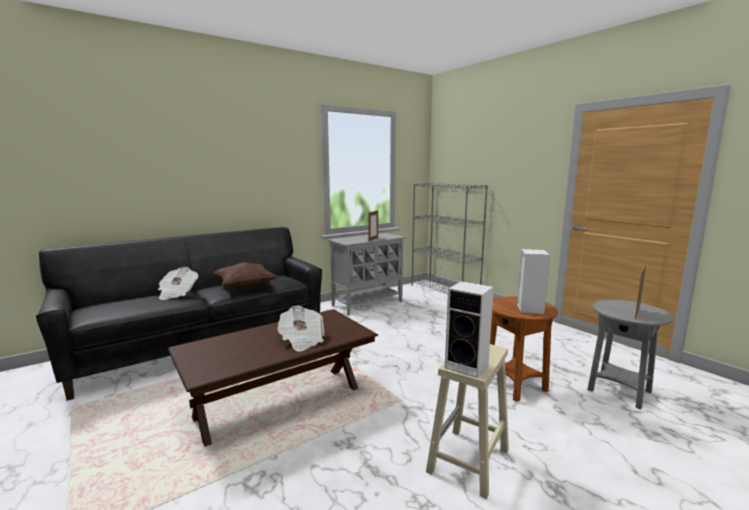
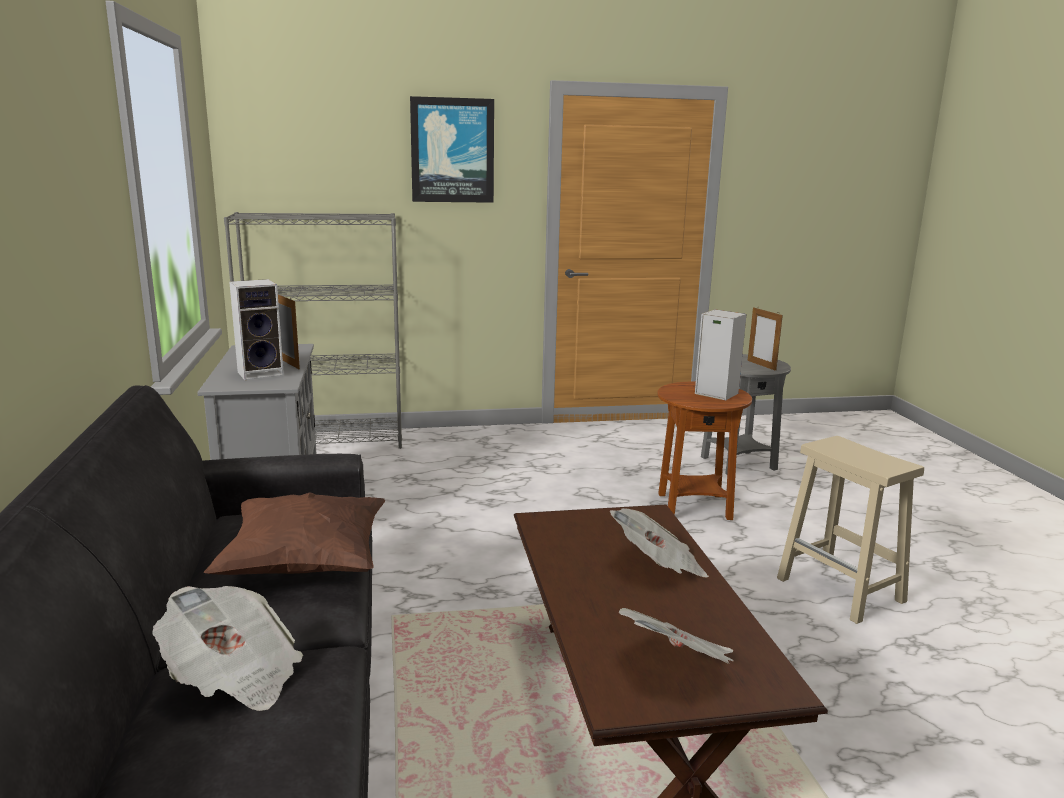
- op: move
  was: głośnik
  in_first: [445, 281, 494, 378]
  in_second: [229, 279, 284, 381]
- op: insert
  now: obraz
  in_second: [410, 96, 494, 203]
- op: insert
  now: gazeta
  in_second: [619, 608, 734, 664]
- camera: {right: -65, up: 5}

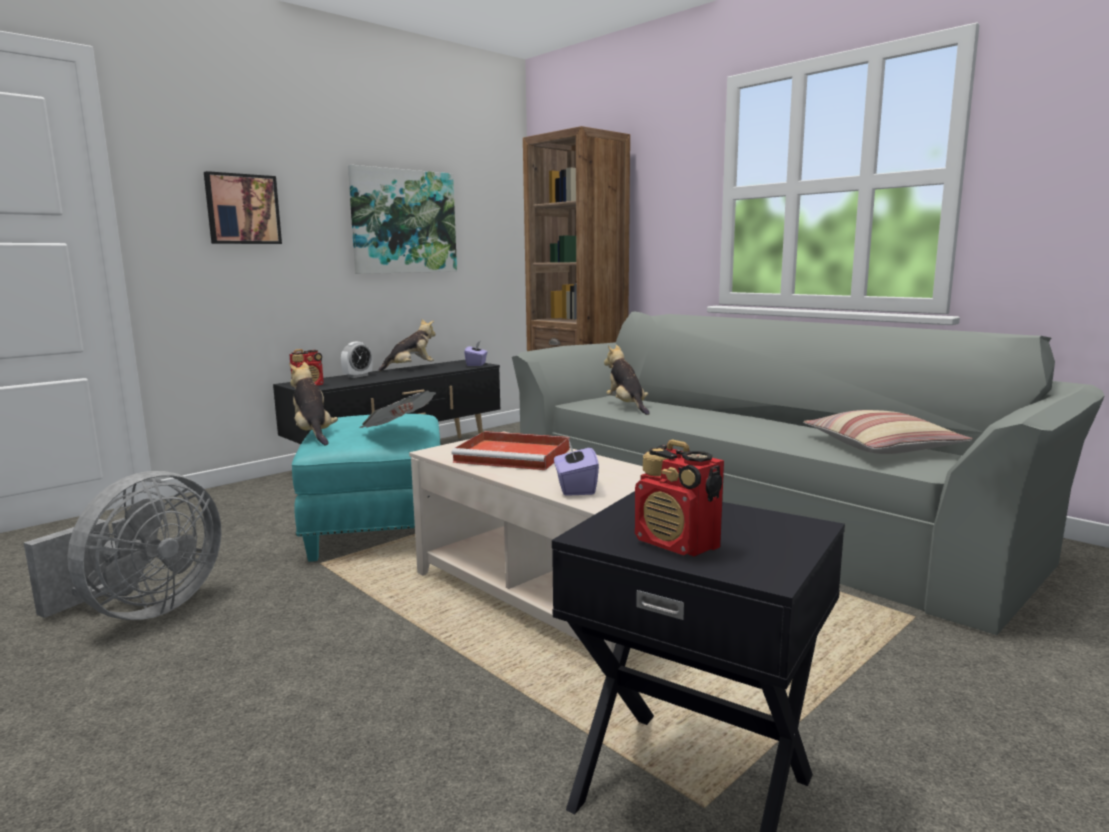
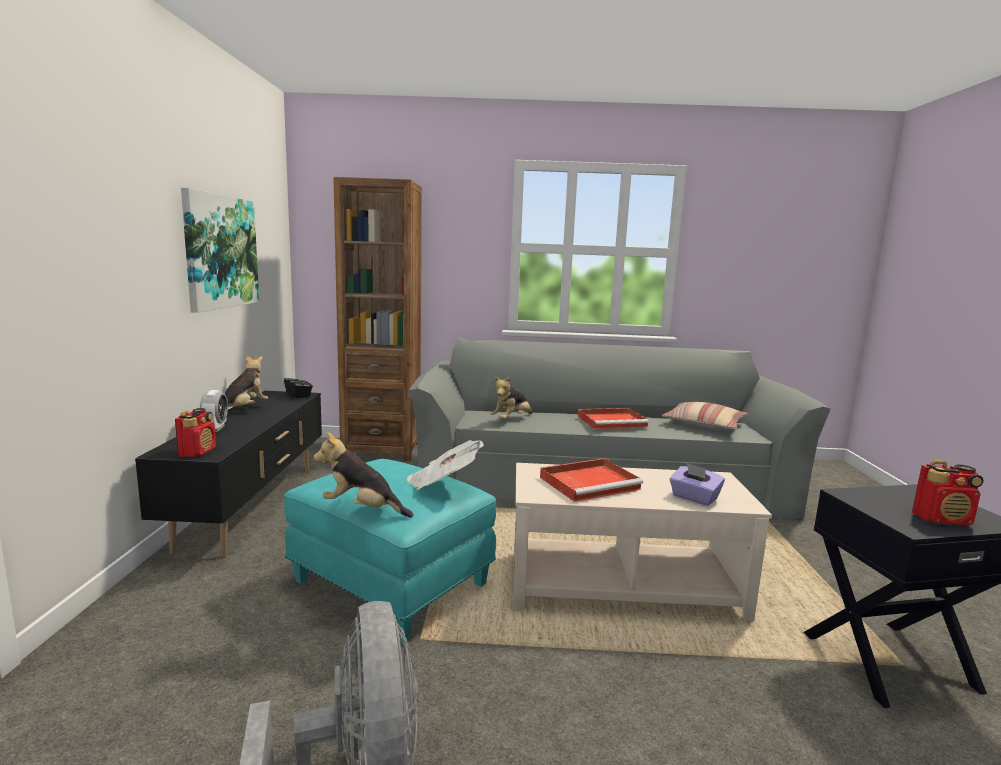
- op: delete
  was: obraz
  in_first: [204, 171, 282, 244]
- op: recolor
  was: pudełko chusteczek [fioletowy]
  now: pudełko chusteczek [czarny]
  in_first: [464, 342, 488, 366]
  in_second: [284, 372, 313, 398]
- op: rotate
  was: pluszak
  in_first: [604, 345, 650, 415]
  in_second: [490, 376, 532, 419]
  clockwise: -75
- op: insert
  now: taca [czerwony]
  in_second: [578, 408, 649, 429]
- camera: {right: -45, up: 0}

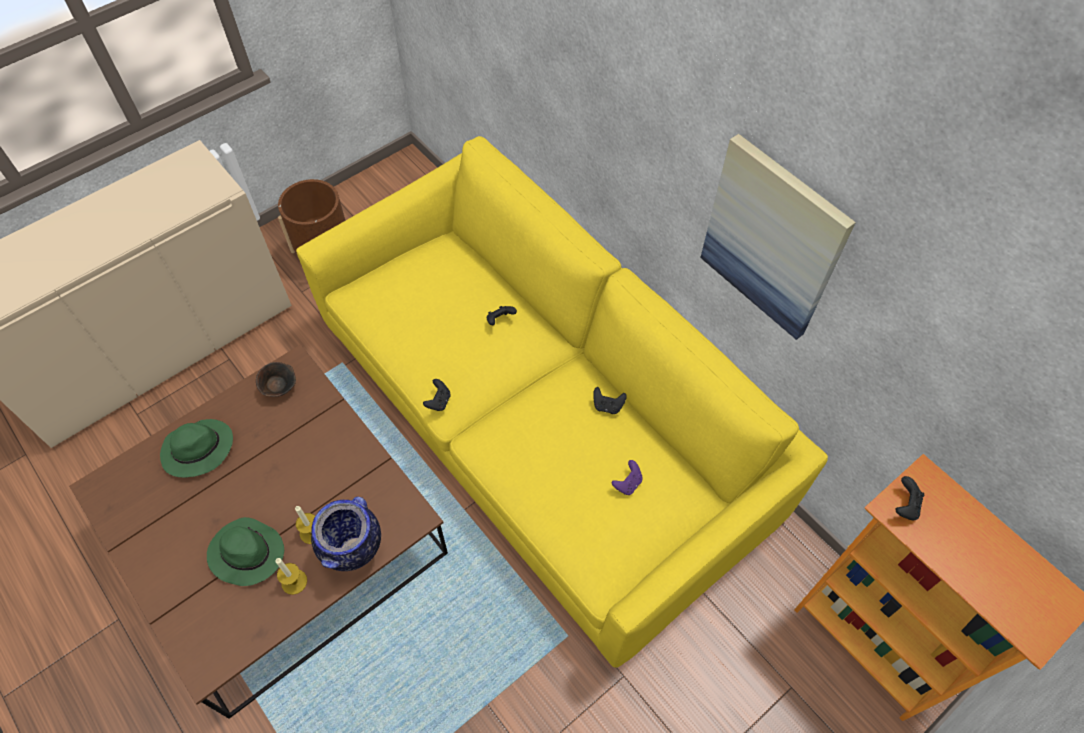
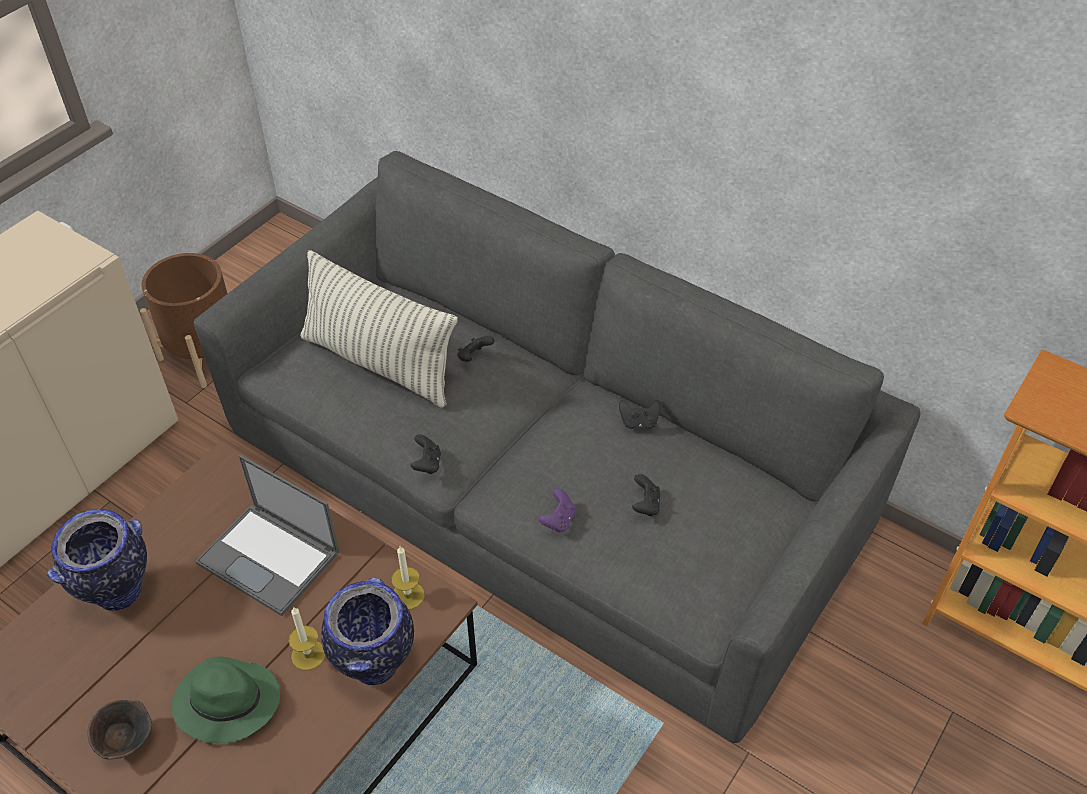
- op: replace
  was: kapelusz [zielony]
  now: wazon
  in_first: [160, 419, 233, 477]
  in_second: [47, 509, 147, 611]
- op: move
  was: miska [brązowy]
  in_first: [256, 362, 296, 397]
  in_second: [87, 700, 152, 760]
- op: move
  was: świeca
  in_first: [276, 558, 307, 595]
  in_second: [391, 546, 424, 610]
- op: recolor
  was: kanapa [żółty]
  now: kanapa [szary]
  in_first: [296, 136, 828, 668]
  in_second: [194, 151, 920, 743]
- op: move
  was: pad do gier [fioletowy]
  in_first: [612, 460, 643, 495]
  in_second: [539, 488, 575, 532]
- op: delete
  was: obraz
  in_first: [700, 134, 856, 340]
- op: move
  was: pad do gier [czarny]
  in_first: [896, 476, 924, 520]
  in_second: [632, 474, 660, 516]
- op: insert
  now: laptop
  in_second: [195, 455, 339, 616]
- op: insert
  now: poduszka
  in_second: [300, 250, 458, 408]
- camera: {right: -15, up: -10}

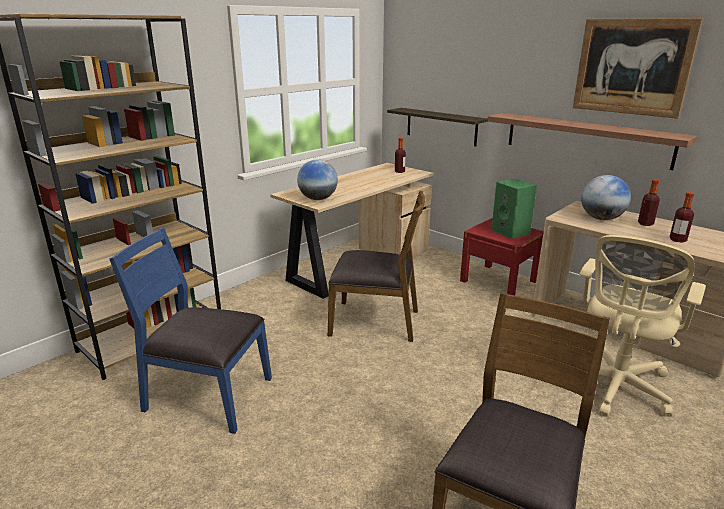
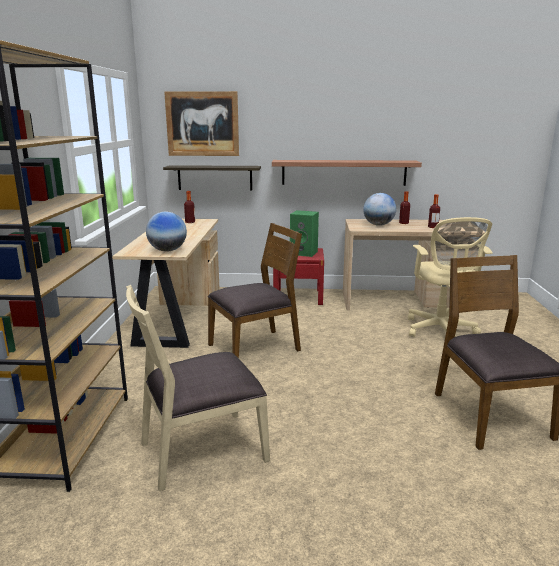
- op: recolor
  was: krzesło [niebieski]
  now: krzesło [beżowy]
  in_first: [109, 228, 272, 434]
  in_second: [126, 285, 270, 491]
- op: move
  was: obraz
  in_first: [573, 18, 703, 119]
  in_second: [164, 91, 239, 156]
- camera: {right: -40, up: -5}

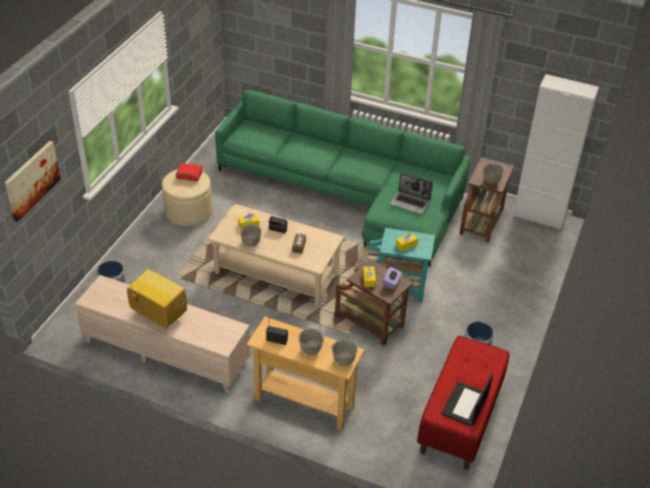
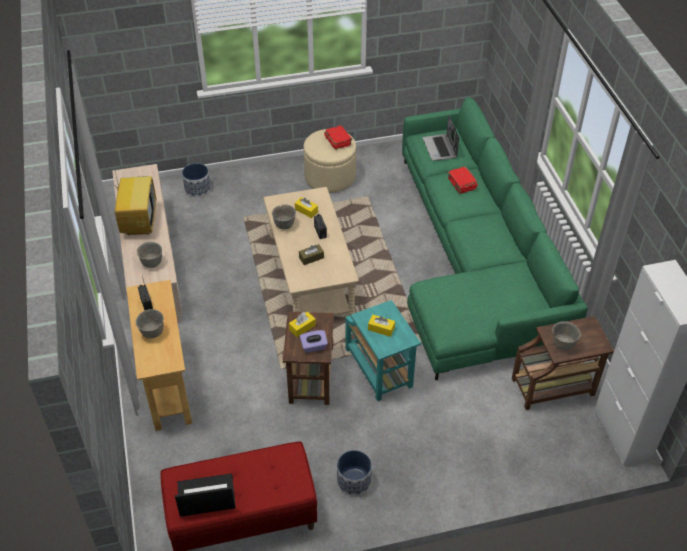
- op: delete
  was: obraz
  in_first: [5, 141, 61, 222]
- op: move
  was: miska [szary]
  in_first: [331, 340, 358, 366]
  in_second: [137, 242, 162, 268]
- op: move
  was: laptop
  in_first: [390, 173, 433, 214]
  in_second: [423, 115, 459, 161]
- op: insert
  now: książka [czerwony]
  in_second: [448, 167, 478, 194]
- camera: {right: 55, up: 5}

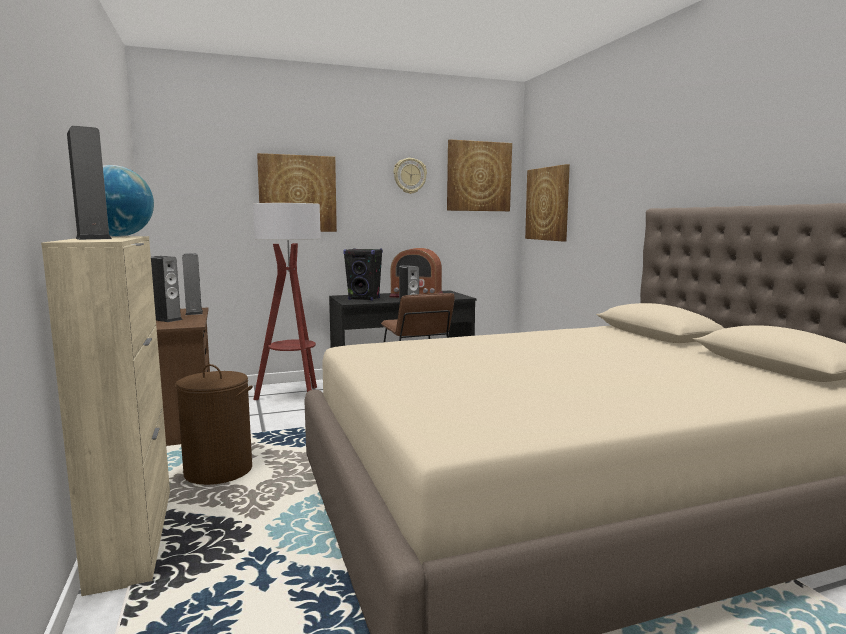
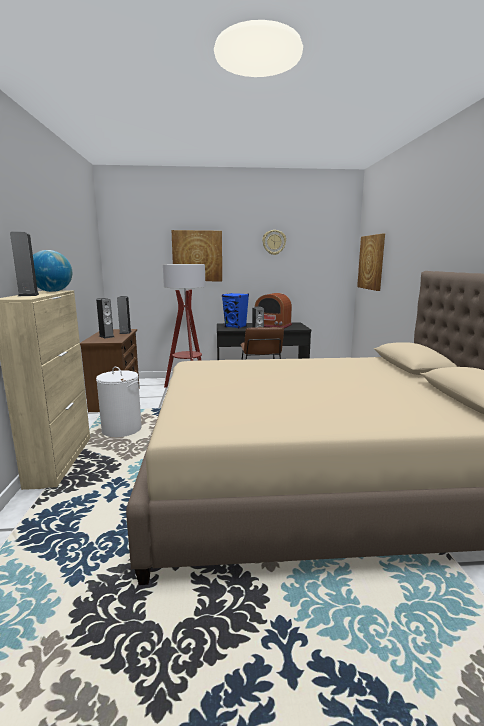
- op: recolor
  was: kosz na pranie [brązowy]
  now: kosz na pranie [biały]
  in_first: [175, 364, 253, 485]
  in_second: [96, 367, 142, 437]
- op: recolor
  was: głośnik [czarny]
  now: głośnik [niebieski]
  in_first: [343, 248, 383, 301]
  in_second: [222, 293, 249, 328]
- op: delete
  was: obraz
  in_first: [447, 139, 512, 211]
- camera: {right: 15, up: 5}

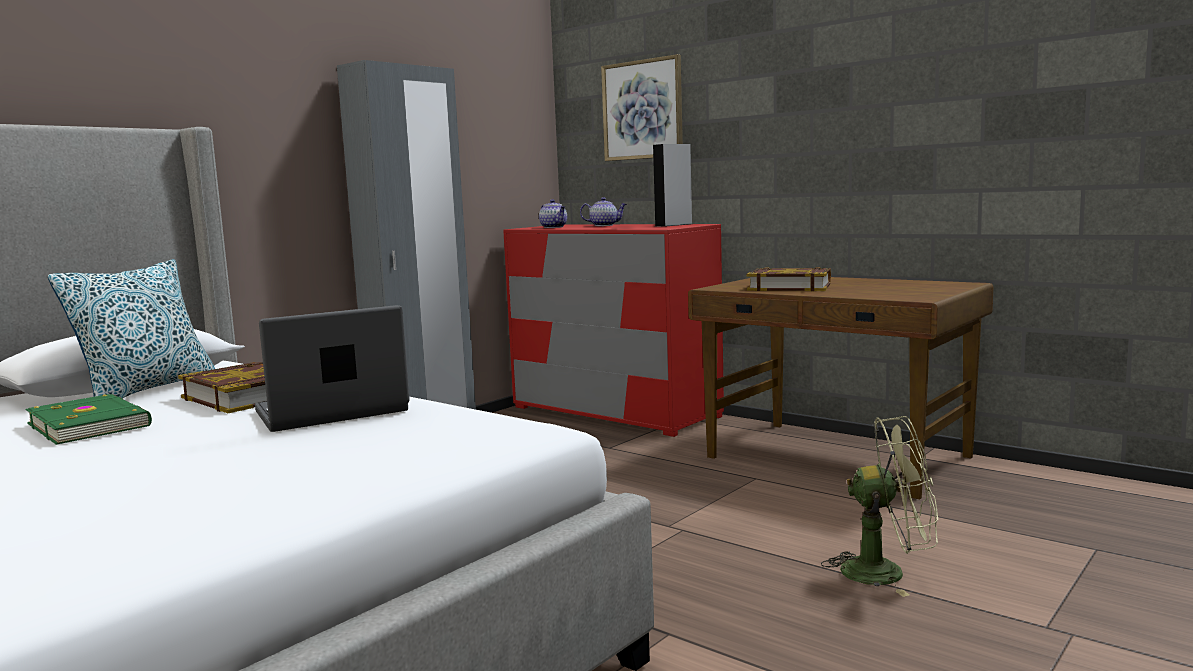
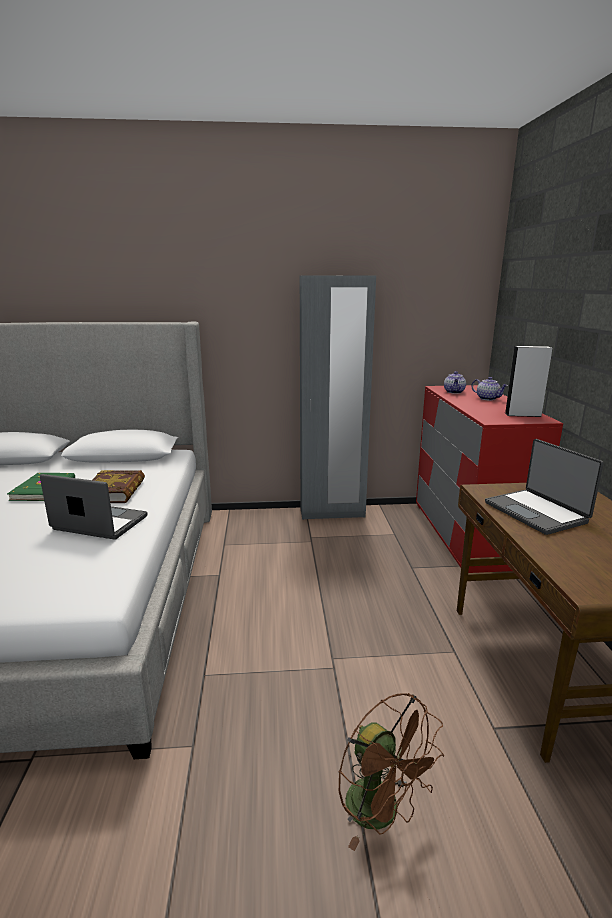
- op: delete
  was: poduszka
  in_first: [48, 259, 215, 398]
- op: delete
  was: obraz
  in_first: [601, 54, 683, 161]
- op: replace
  was: książka
  now: laptop
  in_first: [747, 267, 831, 291]
  in_second: [485, 439, 604, 535]
- op: recolor
  was: wentylator [zielony]
  now: wentylator [brązowy]
  in_first: [821, 416, 938, 597]
  in_second: [339, 693, 444, 851]
- camera: {right: 45, up: 10}

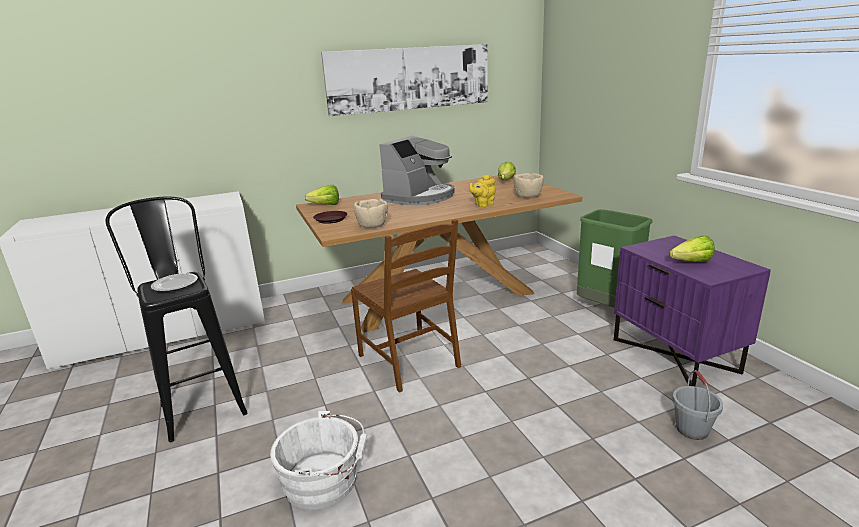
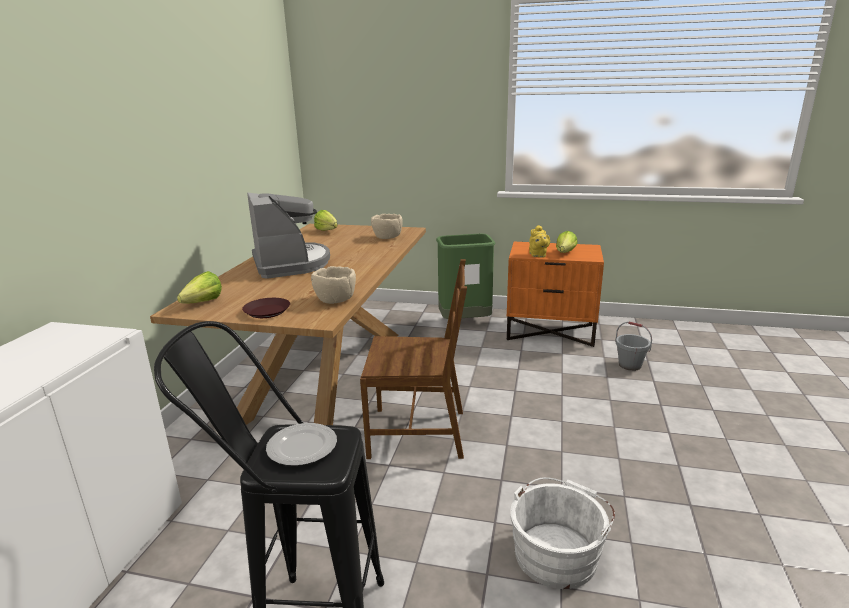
- op: delete
  was: obraz
  in_first: [321, 44, 488, 116]
- op: move
  was: imbryk [żółty]
  in_first: [469, 174, 495, 207]
  in_second: [529, 225, 550, 258]
- op: recolor
  was: szafka nocna [fioletowy]
  now: szafka nocna [pomarańczowy]
  in_first: [614, 235, 771, 386]
  in_second: [507, 242, 604, 347]
- camera: {right: -55, up: 0}

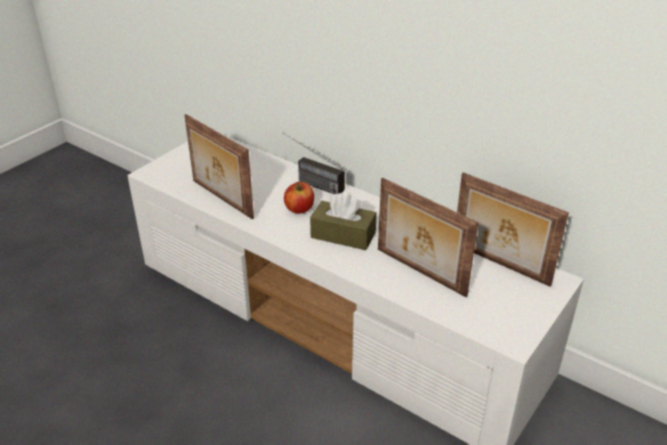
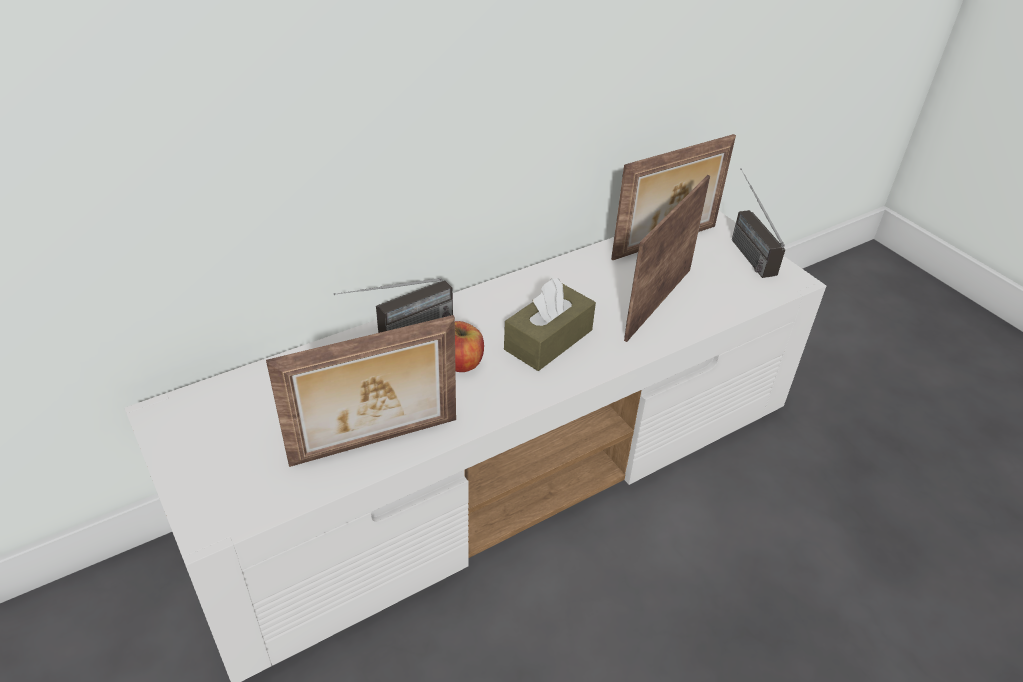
- op: rotate
  was: ramka na zdjęcie
  in_first: [378, 178, 478, 297]
  in_second: [624, 175, 710, 342]
  clockwise: 150
- op: insert
  now: radio
  in_second: [732, 168, 785, 278]
- camera: {right: -70, up: 5}

